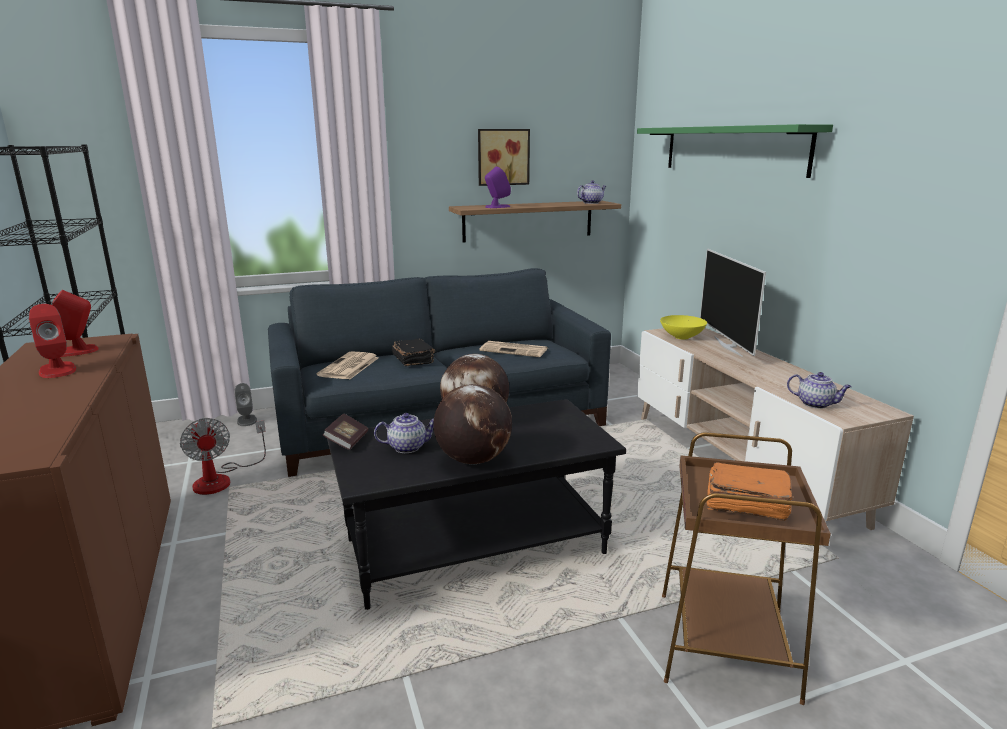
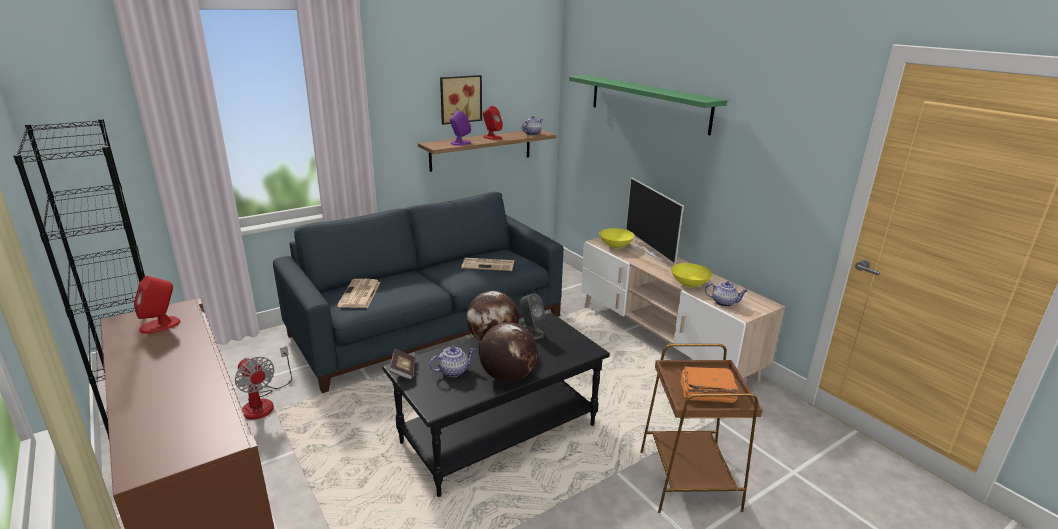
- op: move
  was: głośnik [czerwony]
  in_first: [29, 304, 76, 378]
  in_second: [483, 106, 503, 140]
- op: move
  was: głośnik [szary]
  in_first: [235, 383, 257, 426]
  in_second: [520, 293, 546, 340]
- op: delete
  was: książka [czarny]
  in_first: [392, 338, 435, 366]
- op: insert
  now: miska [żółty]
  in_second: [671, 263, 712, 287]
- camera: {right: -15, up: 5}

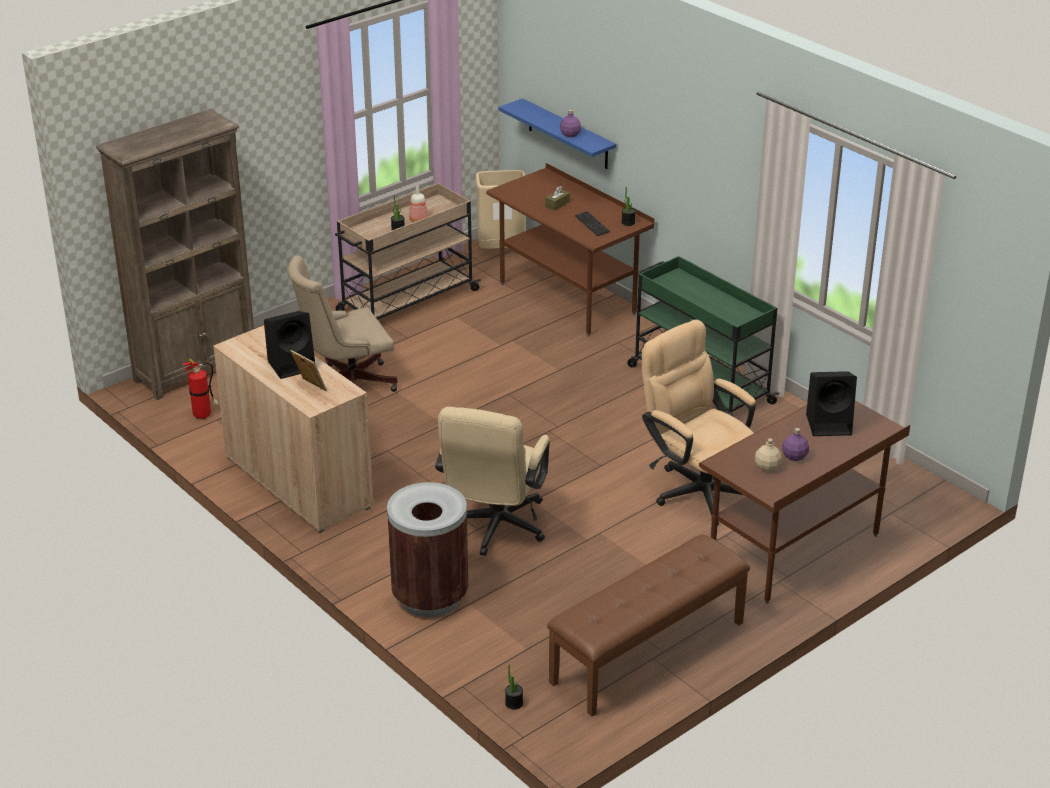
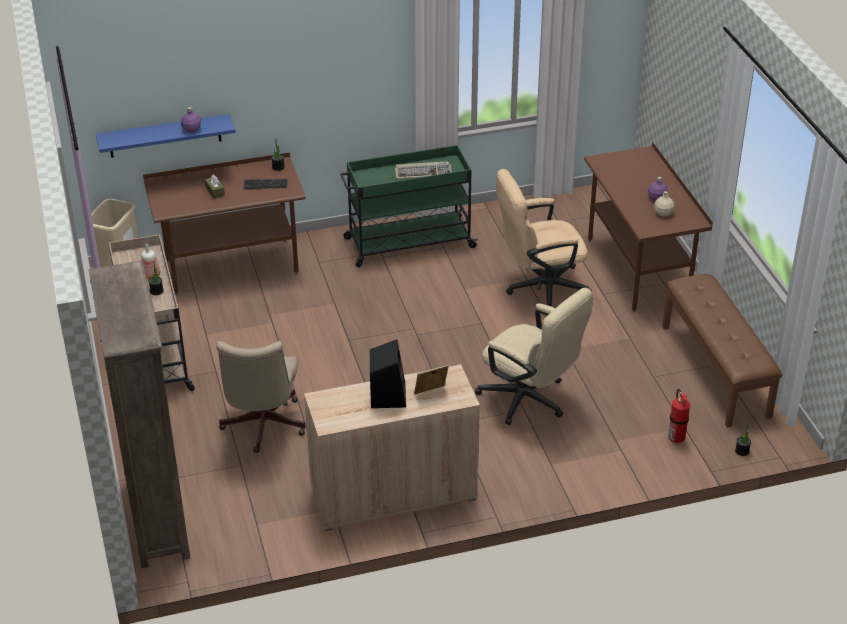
- op: move
  was: gaśnica
  in_first: [182, 358, 219, 419]
  in_second: [668, 389, 690, 444]
- op: delete
  was: kosz na śmieci [brązowy]
  in_first: [387, 482, 469, 617]
- op: delete
  was: głośnik [czarny]
  in_first: [806, 371, 857, 436]
- op: insert
  now: klawiatura
  in_second: [395, 161, 452, 179]
- camera: {right: -65, up: 5}

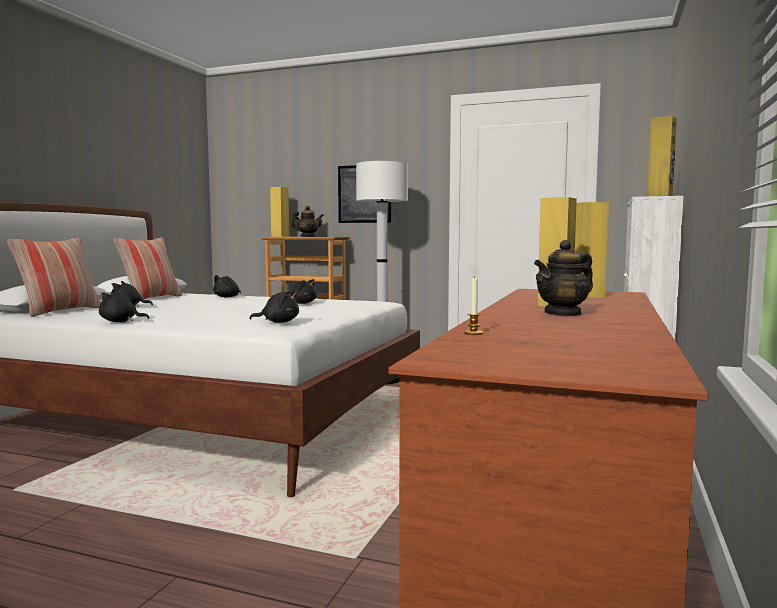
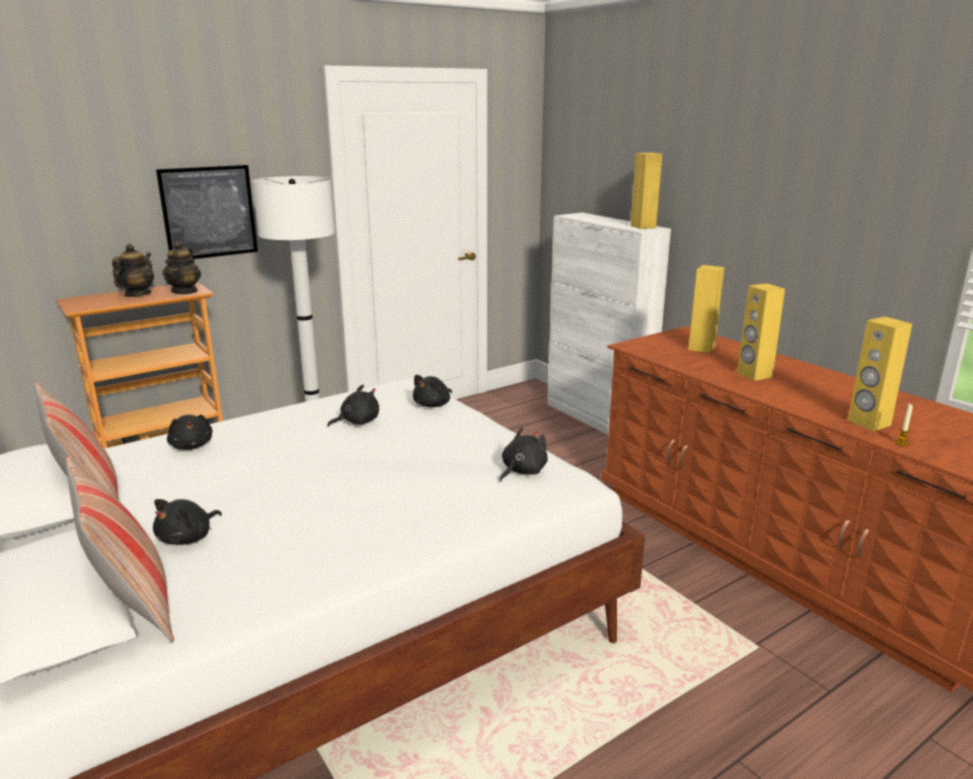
- op: move
  was: pluszak [czarny]
  in_first: [99, 290, 150, 322]
  in_second: [413, 375, 452, 407]
- op: move
  was: głośnik [żółty]
  in_first: [270, 187, 289, 237]
  in_second: [848, 317, 912, 431]
- op: move
  was: imbryk
  in_first: [534, 240, 593, 316]
  in_second: [162, 242, 201, 294]
- camera: {right: -55, up: 15}

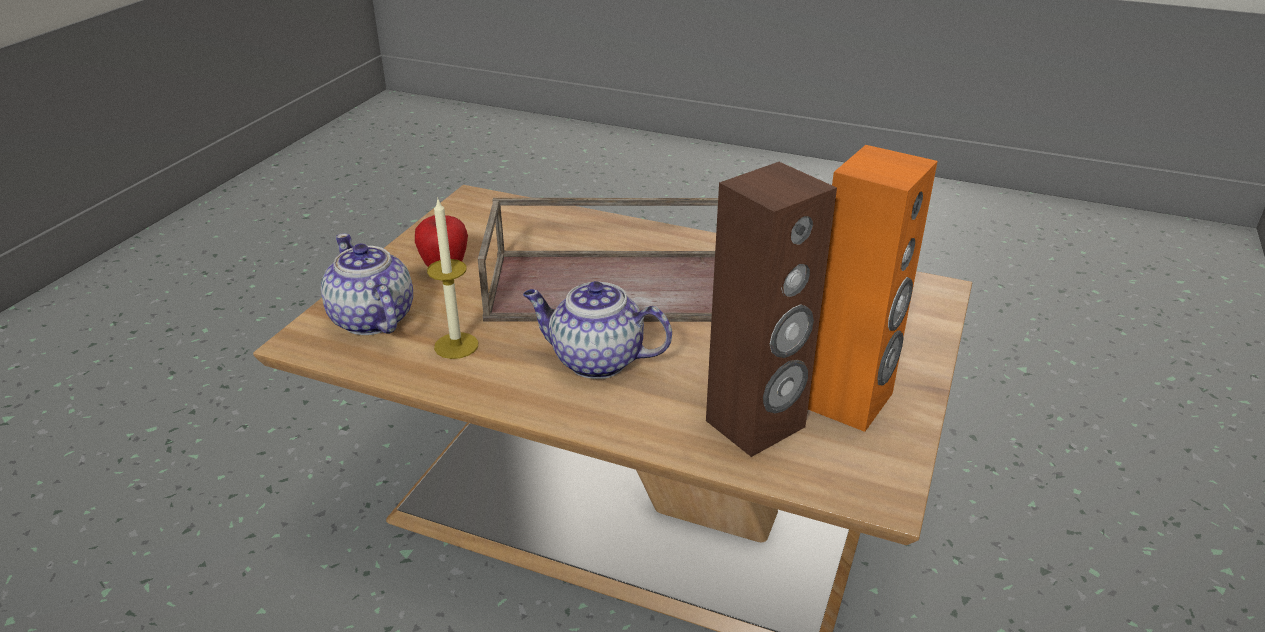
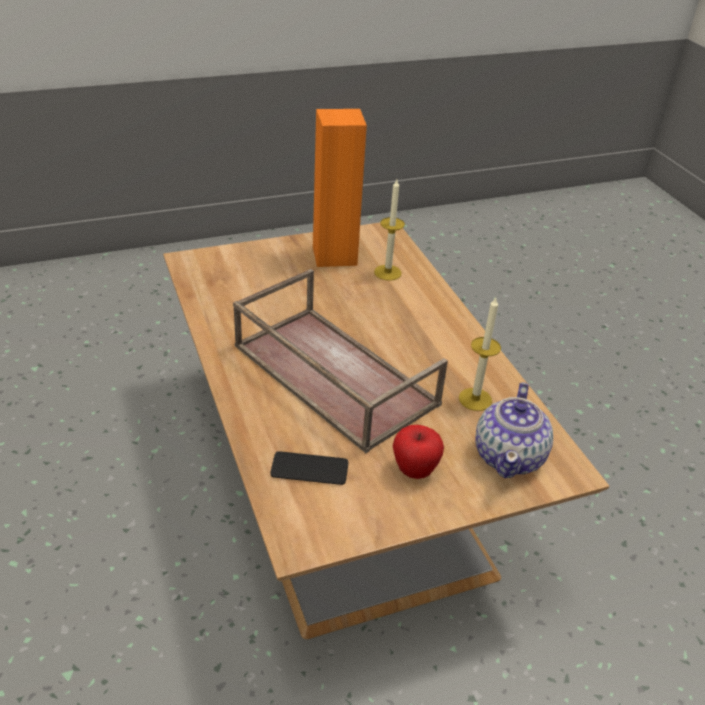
- op: delete
  was: imbryk
  in_first: [523, 281, 672, 379]
- op: replace
  was: głośnik [brązowy]
  now: świeca
  in_first: [706, 162, 837, 457]
  in_second: [374, 179, 405, 281]
- op: insert
  now: telefon
  in_second: [270, 451, 348, 485]
- camera: {right: -135, up: 5}

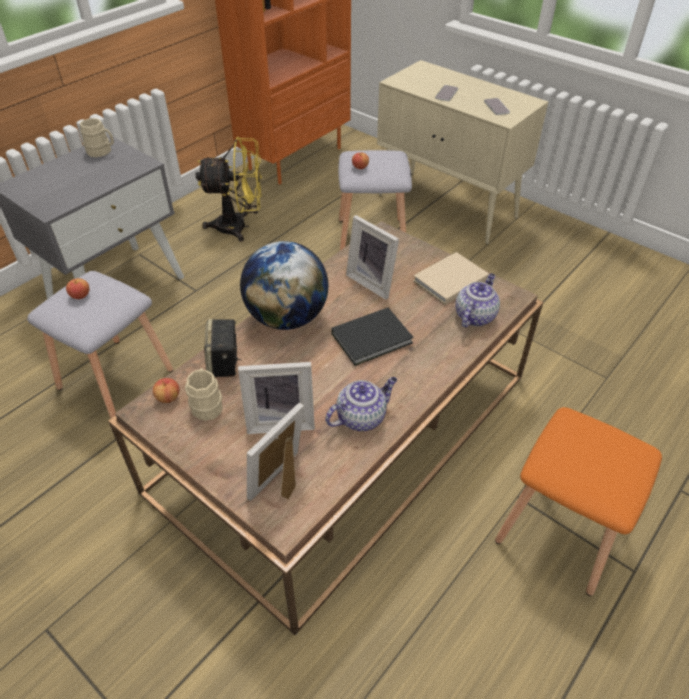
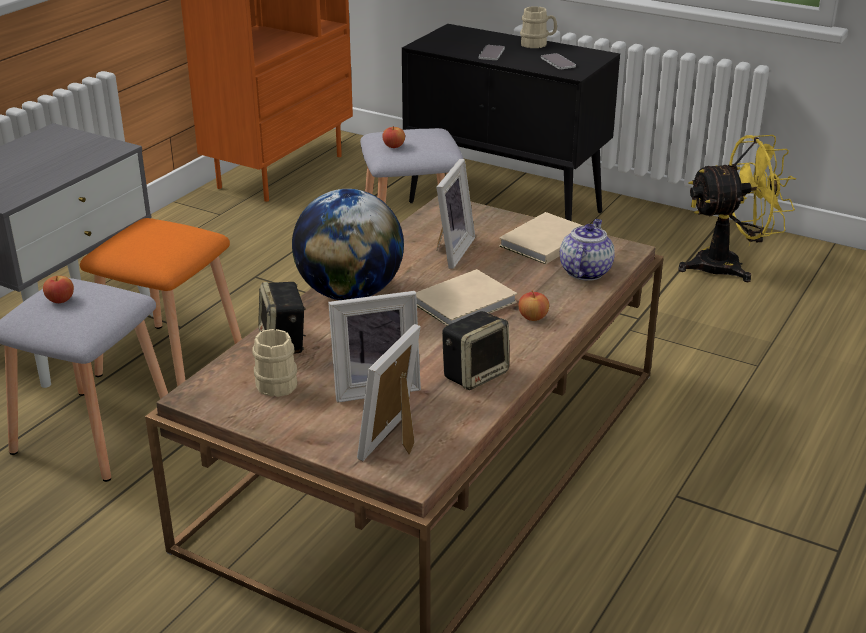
- op: move
  was: kubek [beżowy]
  in_first: [80, 118, 114, 157]
  in_second: [520, 6, 557, 48]
- op: move
  was: jabłko
  in_first: [153, 378, 179, 403]
  in_second: [518, 291, 549, 321]
- op: move
  was: wentylator [żółty]
  in_first: [195, 137, 262, 242]
  in_second: [678, 135, 796, 282]
- op: replace
  was: imbryk
  now: głośnik
  in_first: [325, 377, 397, 431]
  in_second: [442, 311, 509, 390]
- op: recolor
  was: książka [czarny]
  now: książka [beżowy]
  in_first: [331, 308, 414, 366]
  in_second: [416, 269, 517, 326]
- op: rotate
  was: ramka na zdjęcie
  in_first: [346, 215, 399, 300]
  in_second: [436, 159, 475, 269]
  clockwise: -105
- op: recolor
  was: szafka [beżowy]
  now: szafka [czarny]
  in_first: [377, 60, 549, 244]
  in_second: [402, 24, 620, 221]
- op: move
  was: stołek [pomarańczowy]
  in_first: [495, 407, 662, 596]
  in_second: [80, 218, 242, 387]
- camera: {right: -10, up: -15}

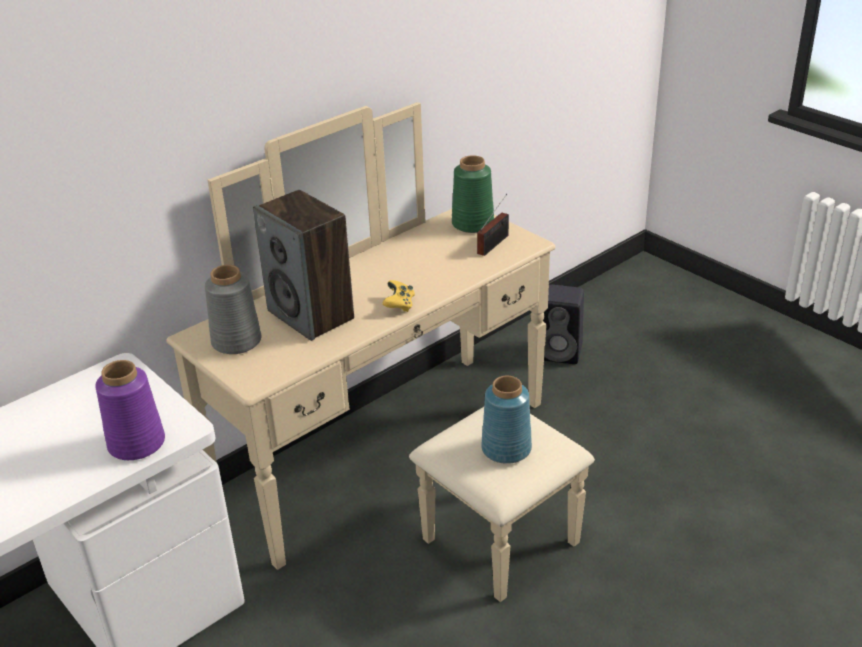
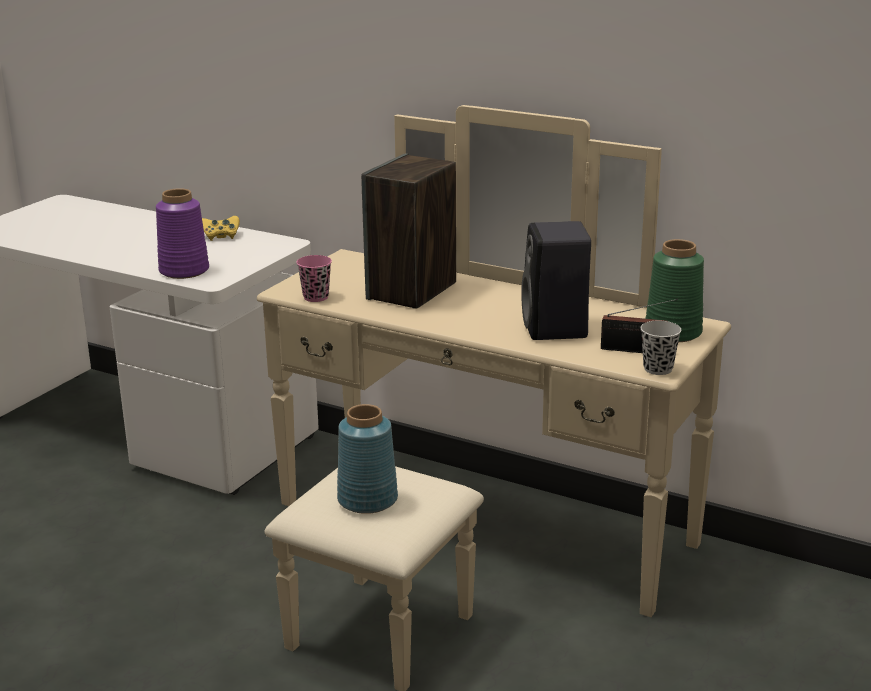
- op: delete
  was: wazon [szary]
  in_first: [205, 265, 261, 354]
- op: move
  was: pad do gier [żółty]
  in_first: [382, 280, 415, 312]
  in_second: [202, 216, 240, 241]
- op: move
  was: głośnik [czarny]
  in_first: [543, 284, 584, 364]
  in_second: [521, 221, 591, 340]
- op: insert
  now: filiżanka [różowy]
  in_second: [296, 255, 332, 302]
- op: insert
  now: filiżanka [czarny]
  in_second: [641, 321, 681, 375]
- camera: {right: 70, up: -10}

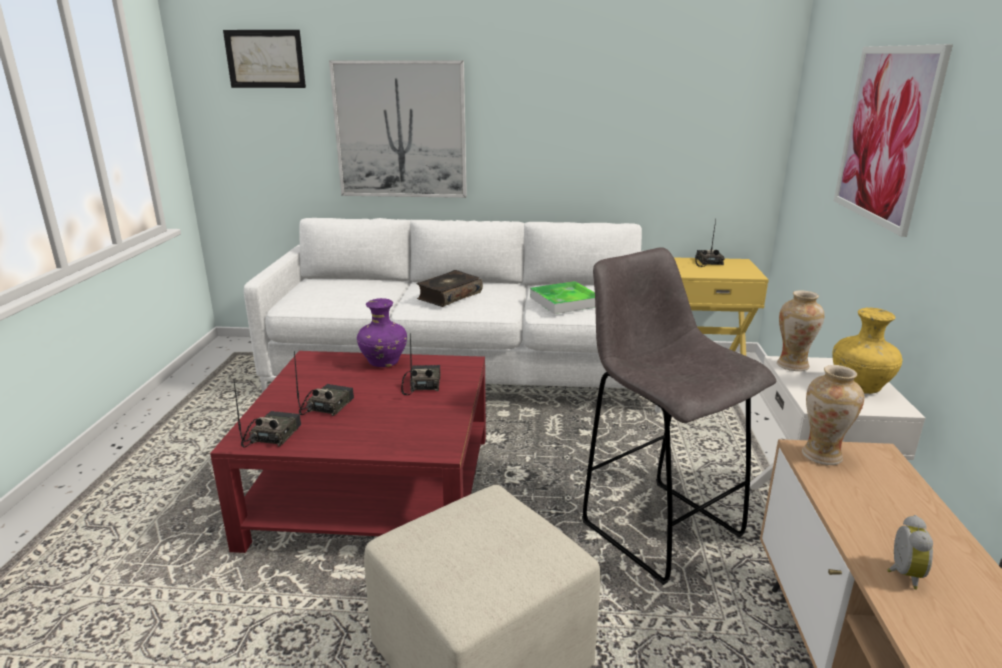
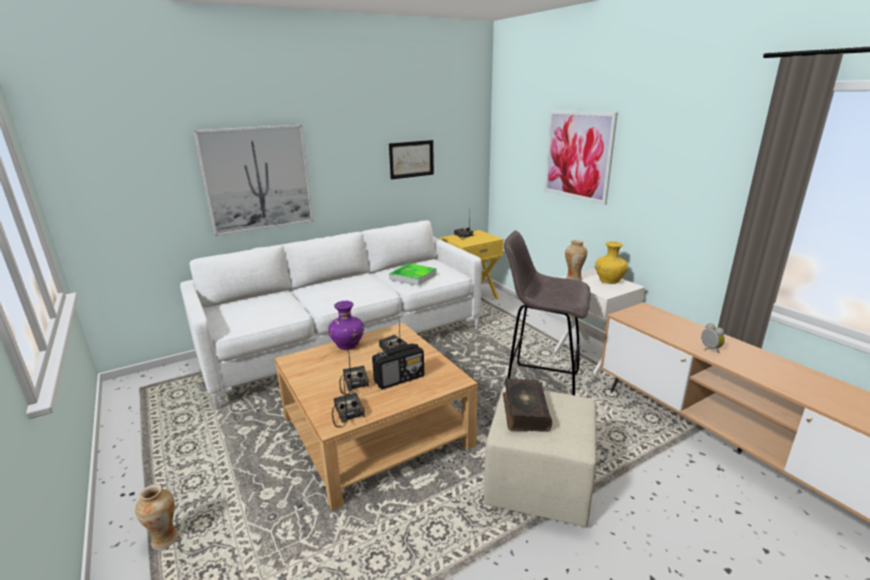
- op: recolor
  was: ława [czerwony]
  now: ława [beżowy]
  in_first: [210, 351, 486, 553]
  in_second: [275, 323, 478, 511]
- op: move
  was: obraz
  in_first: [223, 30, 306, 88]
  in_second: [389, 140, 434, 179]
- op: move
  was: książka
  in_first: [417, 270, 483, 307]
  in_second: [503, 378, 552, 432]
- op: move
  was: wazon
  in_first: [802, 365, 865, 465]
  in_second: [135, 484, 179, 550]
- op: insert
  now: radio
  in_second: [372, 343, 424, 389]
- camera: {right: -35, up: 0}

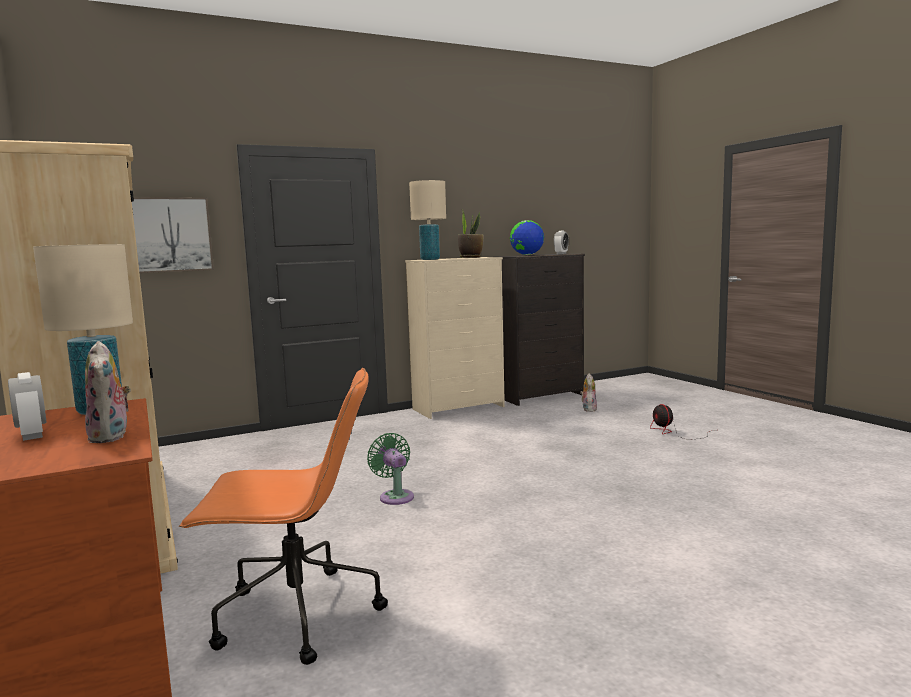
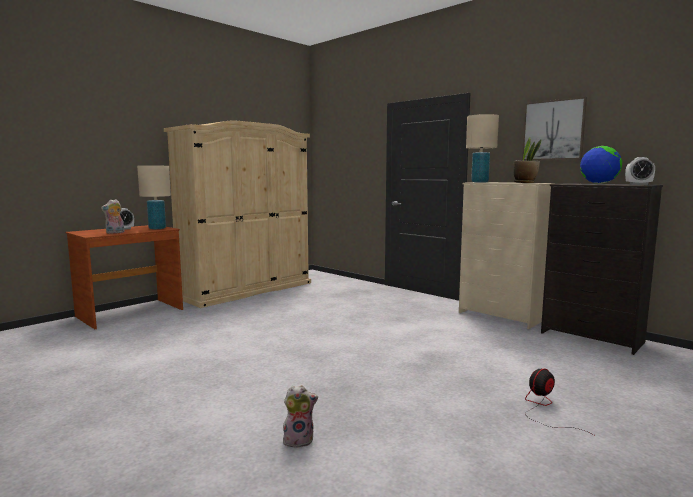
- op: move
  was: obraz
  in_first: [132, 197, 214, 273]
  in_second: [522, 97, 587, 160]
- op: delete
  was: krzesło biurowe [pomarańczowy]
  in_first: [179, 368, 388, 665]
- op: delete
  was: wentylator [zielony]
  in_first: [367, 433, 414, 505]
- op: move
  was: pluszak
  in_first: [580, 374, 597, 412]
  in_second: [283, 385, 318, 448]
- camera: {right: 70, up: 0}

